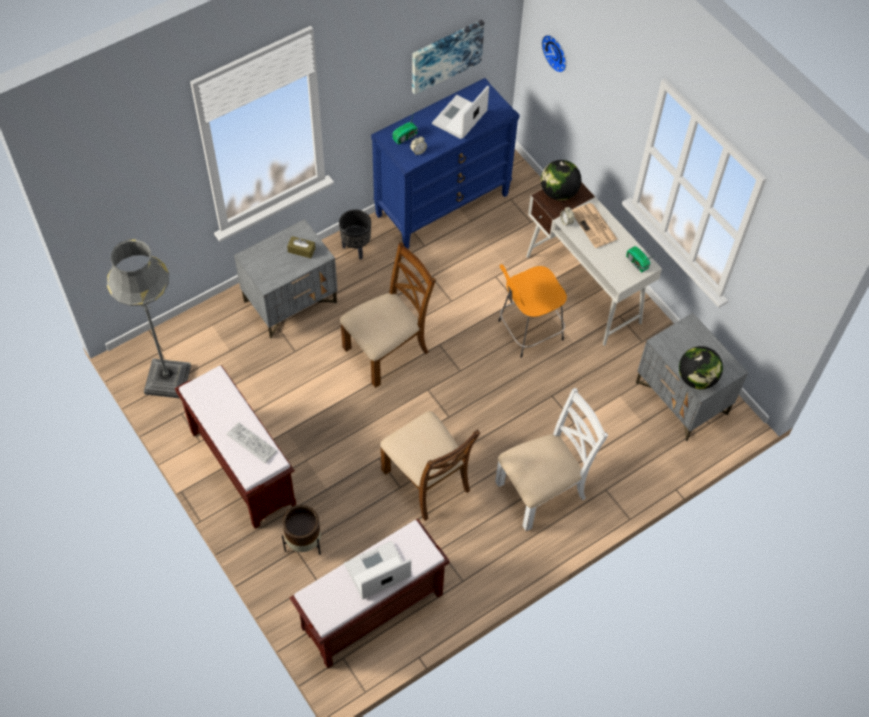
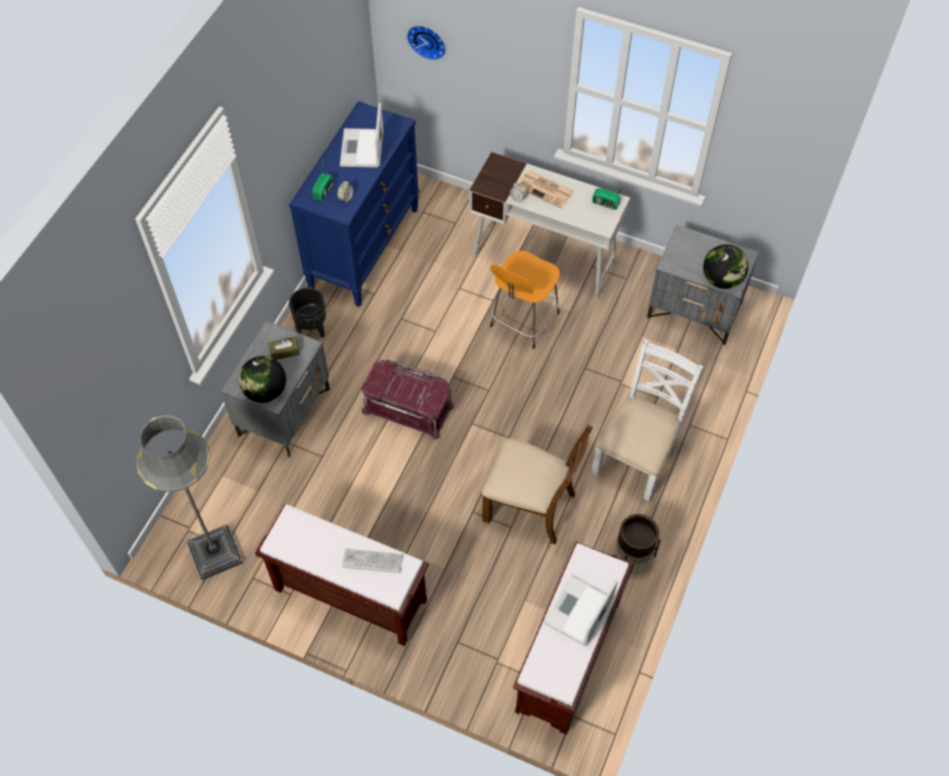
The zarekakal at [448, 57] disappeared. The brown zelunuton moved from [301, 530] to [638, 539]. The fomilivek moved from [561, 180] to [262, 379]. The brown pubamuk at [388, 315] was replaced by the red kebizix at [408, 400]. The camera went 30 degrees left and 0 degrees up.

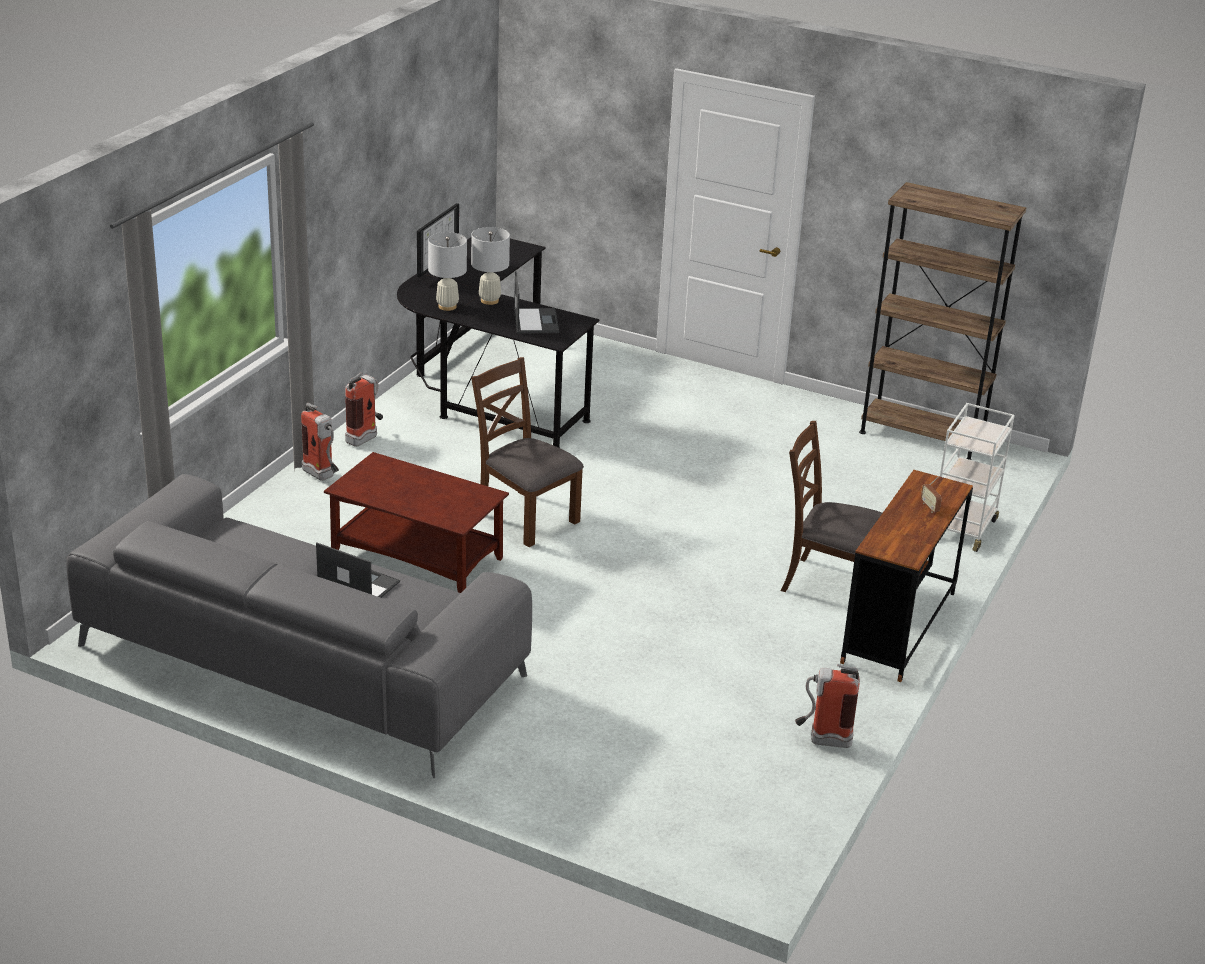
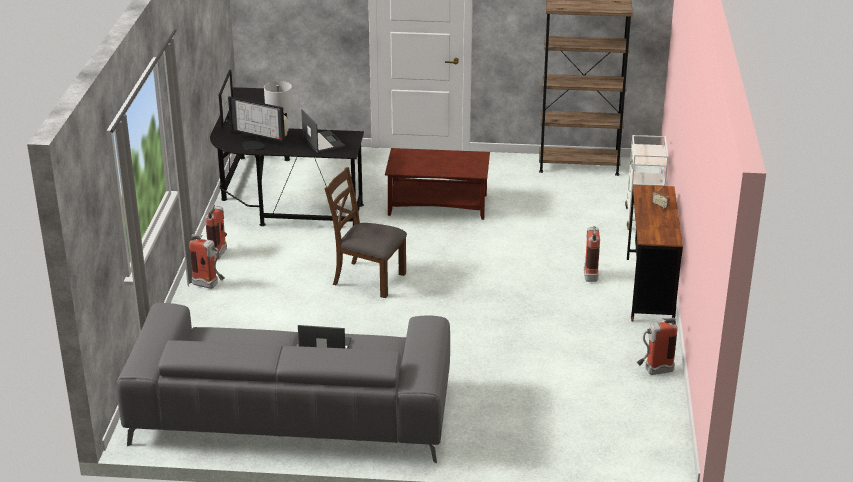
The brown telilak moved from [416, 522] to [437, 184]. The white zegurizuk at [447, 271] was replaced by the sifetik at [256, 123]. The brown pubamuk at [831, 506] was replaced by the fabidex at [592, 254]. The camera went 20 degrees left and 0 degrees up.

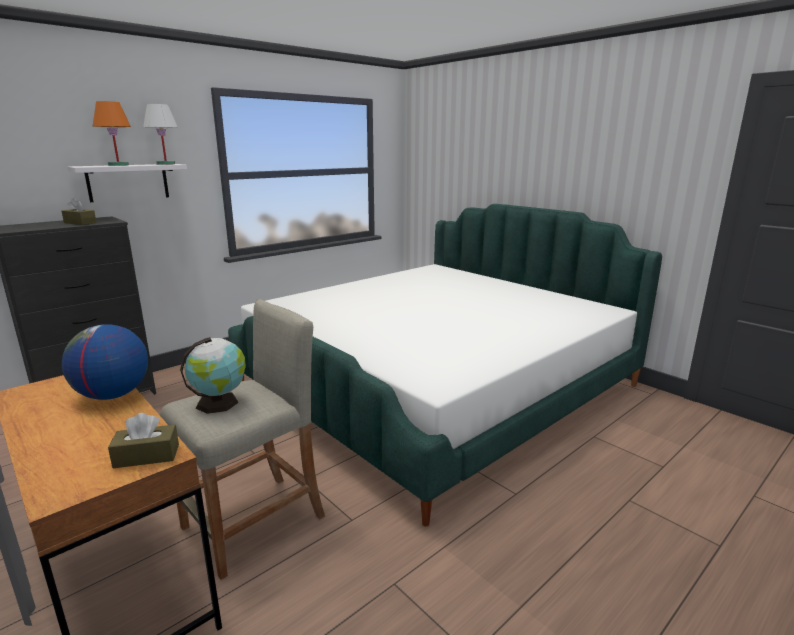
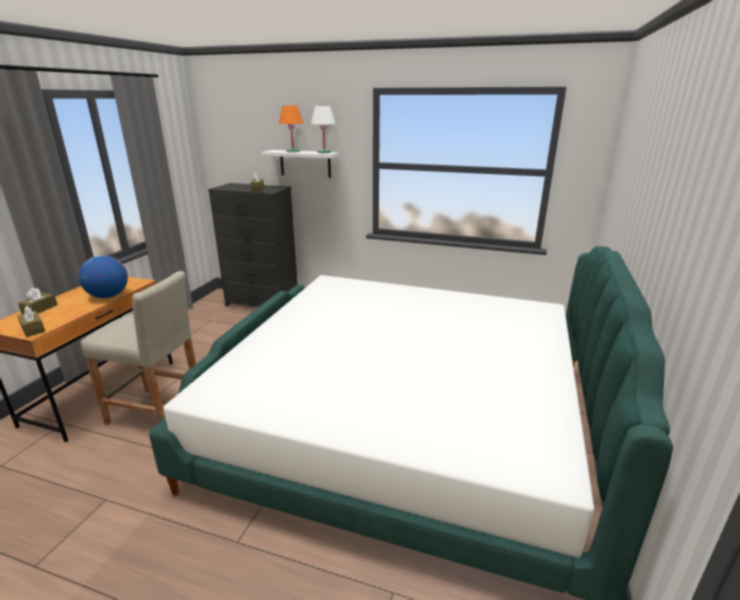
The fomilivek at [213, 375] disappeared. The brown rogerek at [37, 301] appeared. The camera went 60 degrees right and 5 degrees up.

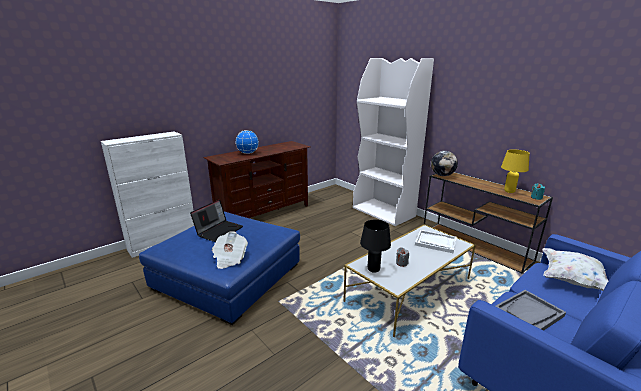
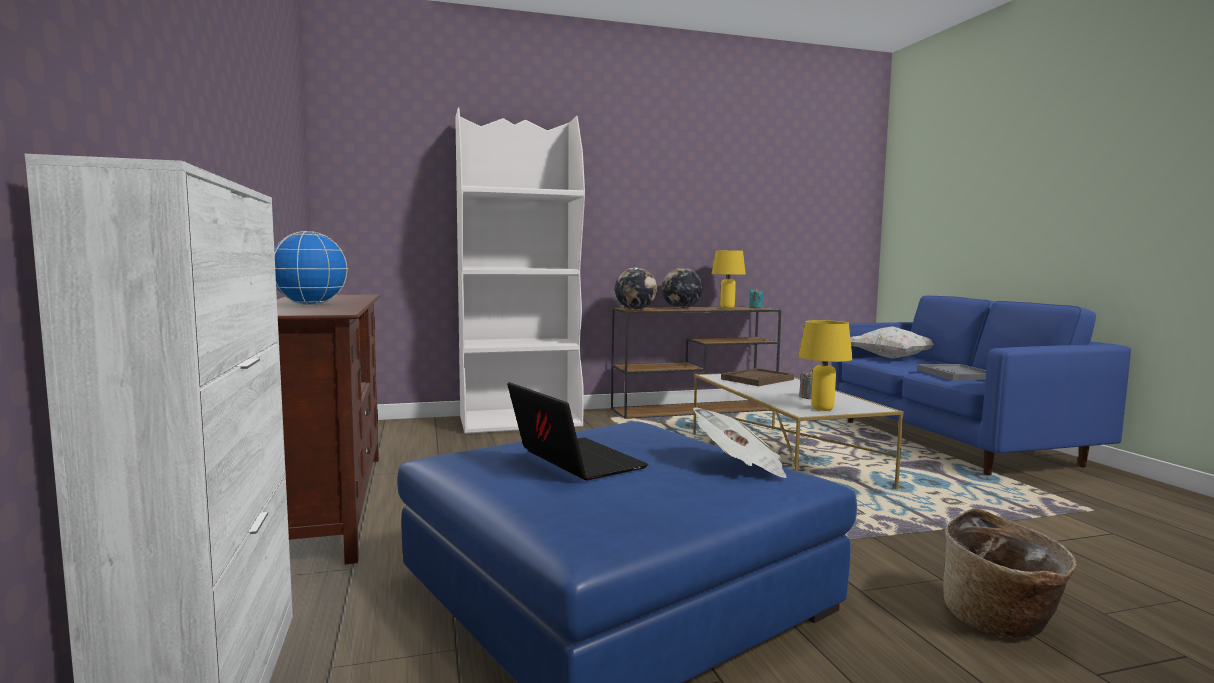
The fomilivek at [682, 288] appeared. The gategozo at [1009, 572] appeared. The black zegurizuk at [375, 246] became the yellow zegurizuk at [825, 365]. The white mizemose at [436, 242] became the brown mizemose at [757, 377]. The camera went 65 degrees left and 15 degrees down.

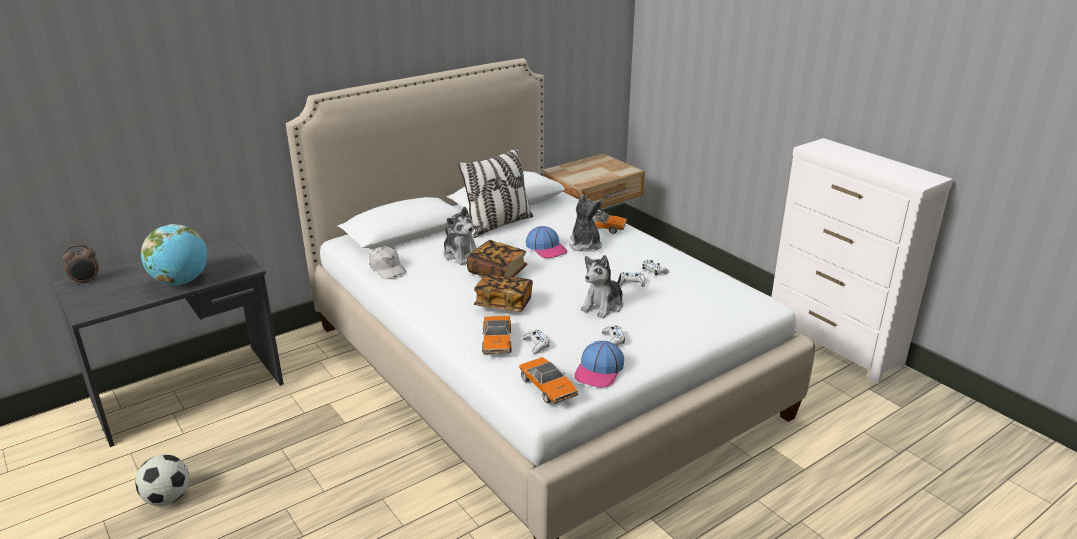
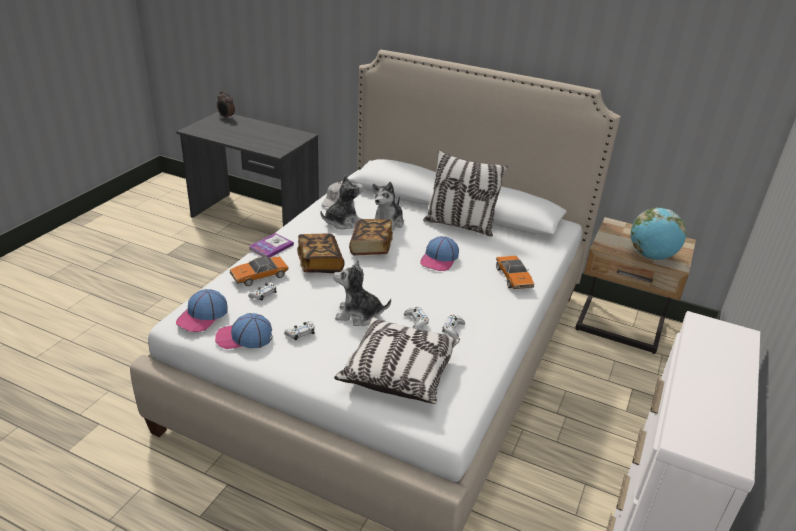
The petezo at [162, 480] disappeared. The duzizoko at [271, 245] appeared. The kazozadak at [397, 360] appeared. The fomilivek moved from [174, 254] to [658, 234]. The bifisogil moved from [585, 222] to [342, 202]. The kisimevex at [548, 380] was replaced by the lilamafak at [202, 310]. The camera went 60 degrees right and 5 degrees up.

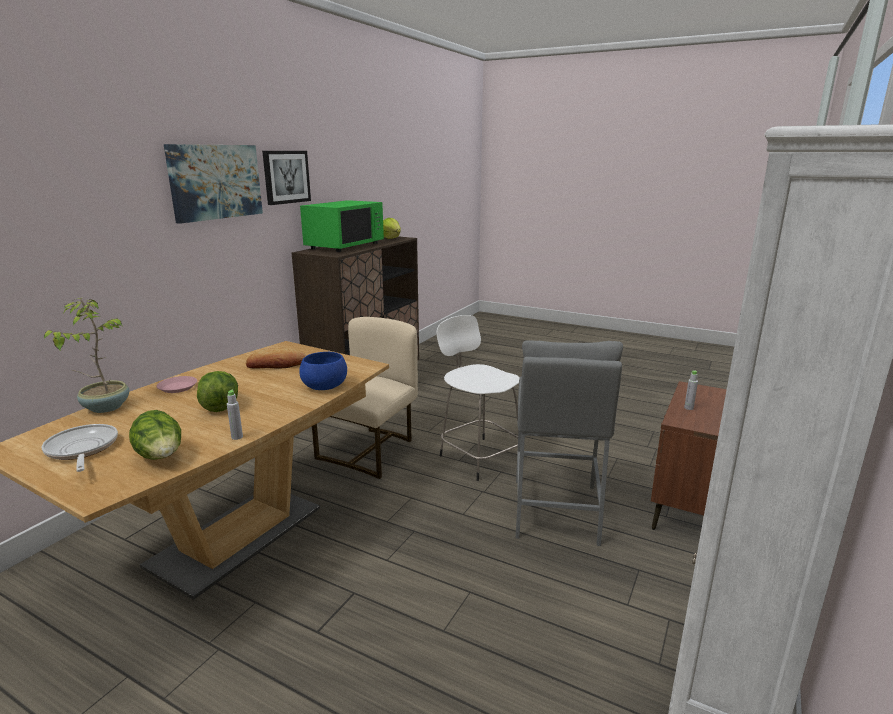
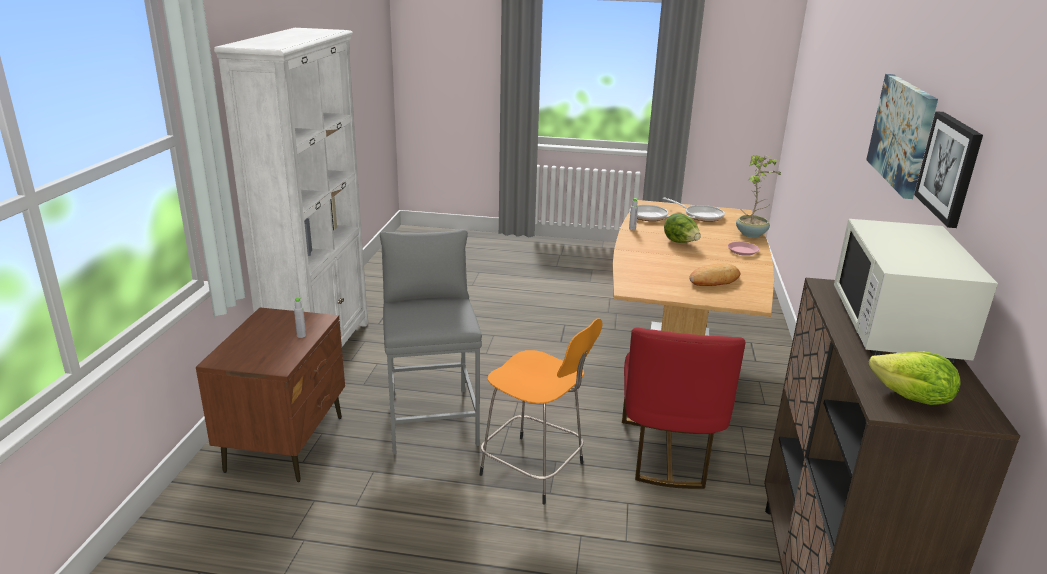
The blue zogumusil at [323, 371] disappeared. The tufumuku at [155, 435] was replaced by the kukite at [663, 213]. The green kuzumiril at [342, 226] became the white kuzumiril at [916, 291]. The beige pubamuk at [365, 398] became the red pubamuk at [684, 408]. The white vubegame at [478, 398] became the orange vubegame at [540, 411]. The camera went 160 degrees right and 5 degrees up.

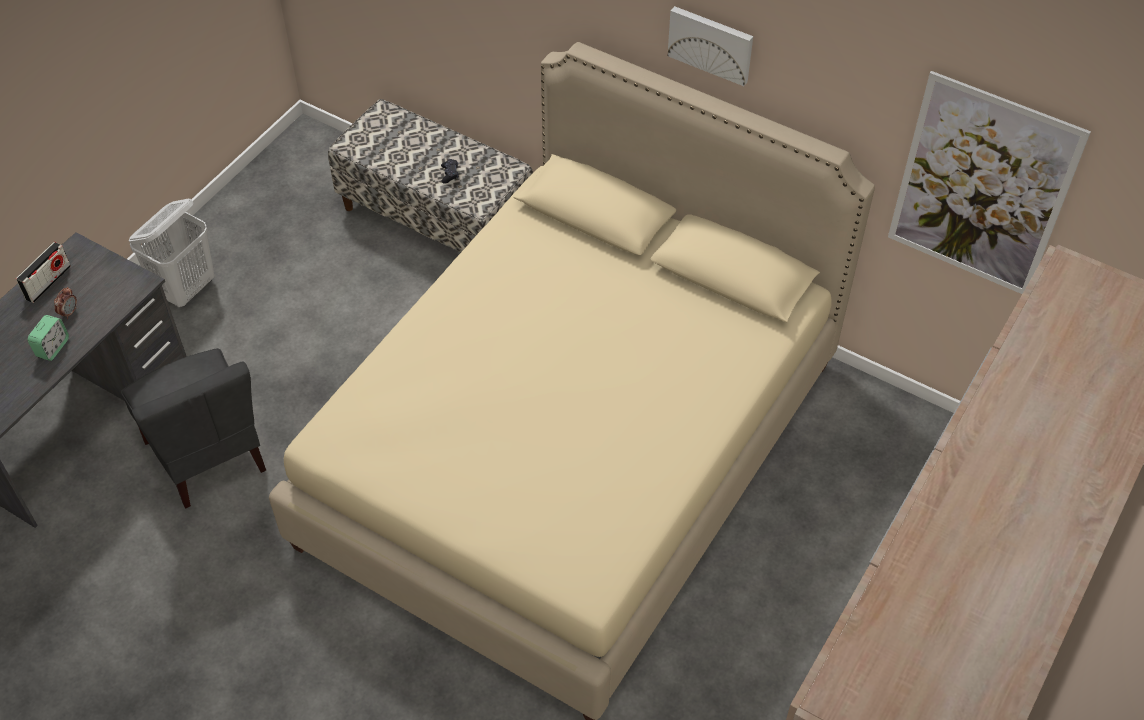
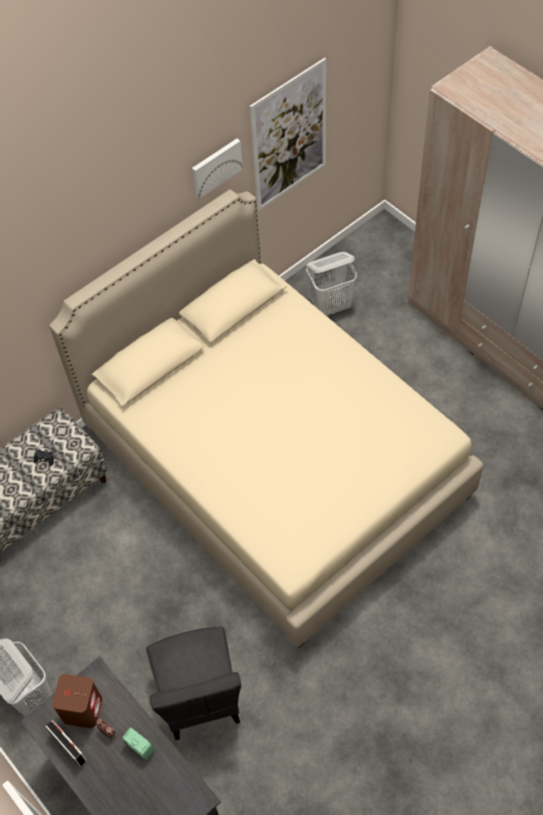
The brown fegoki at [77, 701] appeared. The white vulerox at [331, 284] appeared. The zarekakal moved from [710, 46] to [217, 169]. The grey pubamuk at [193, 428] turned 90 degrees clockwise. The camera went 70 degrees left and 5 degrees up.

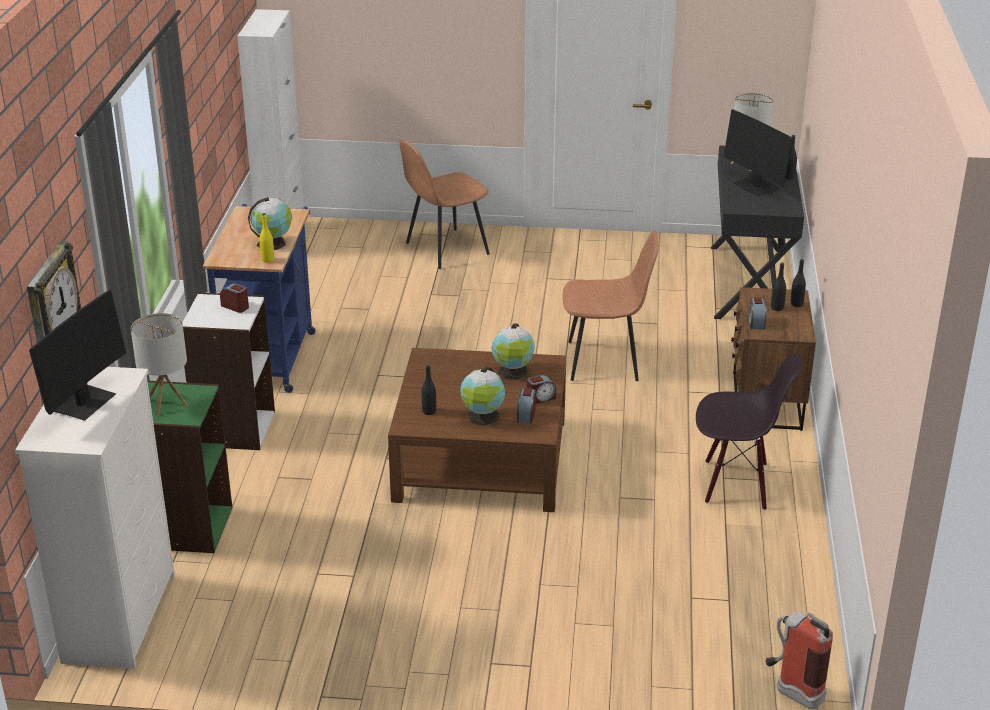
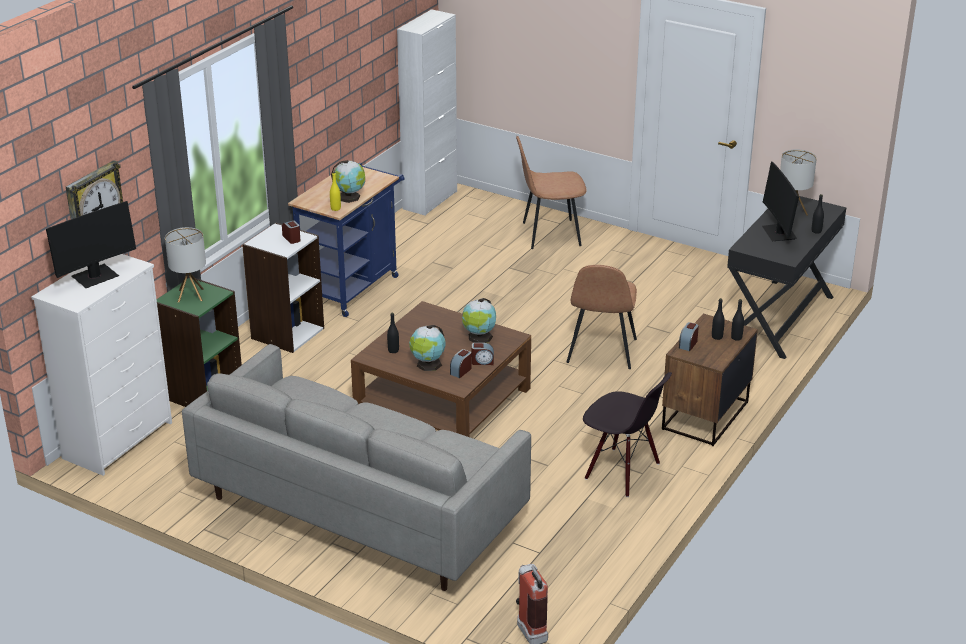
The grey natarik at [356, 467] appeared. The brown pubamuk at [611, 305] turned 75 degrees clockwise. The camera went 25 degrees right and 0 degrees up.

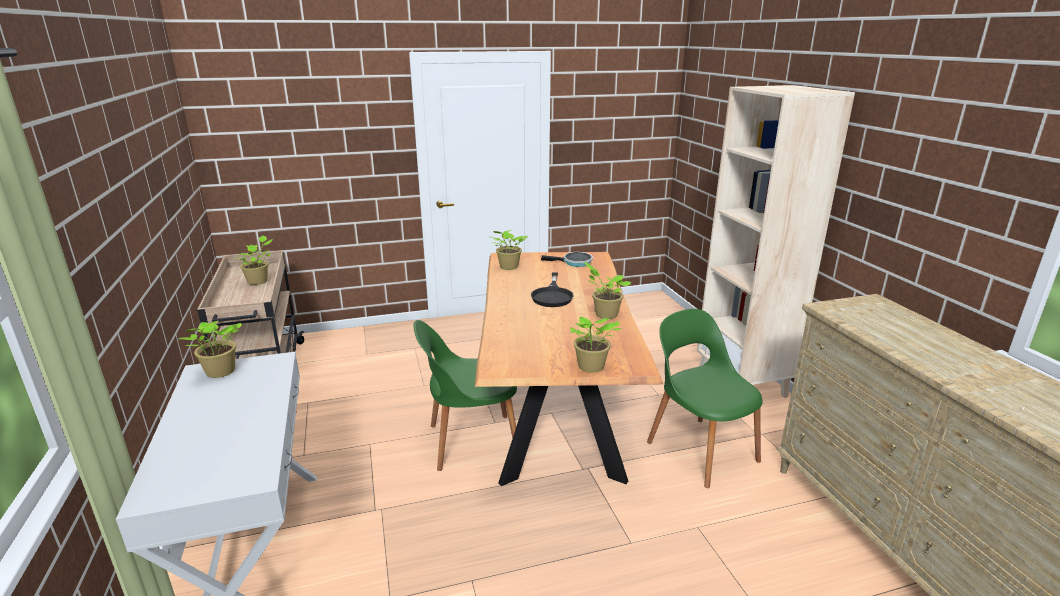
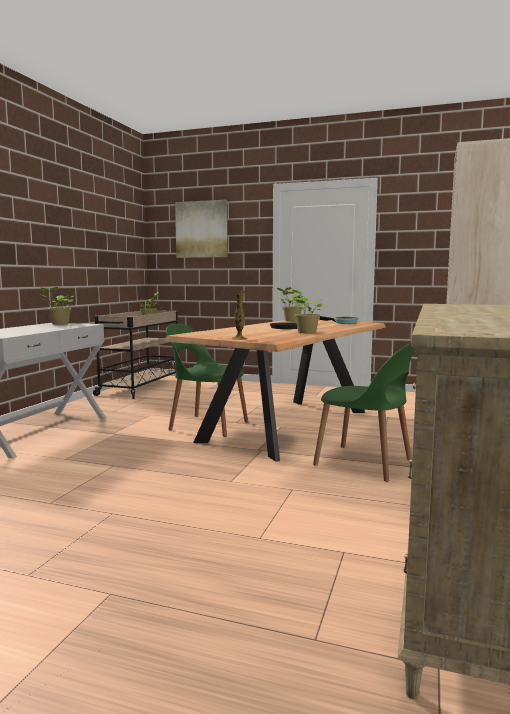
The zarekakal at [201, 229] appeared. The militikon at [595, 344] was replaced by the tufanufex at [239, 315]. The green pubamuk at [705, 398] turned 120 degrees clockwise. The camera went 35 degrees right and 15 degrees down.

